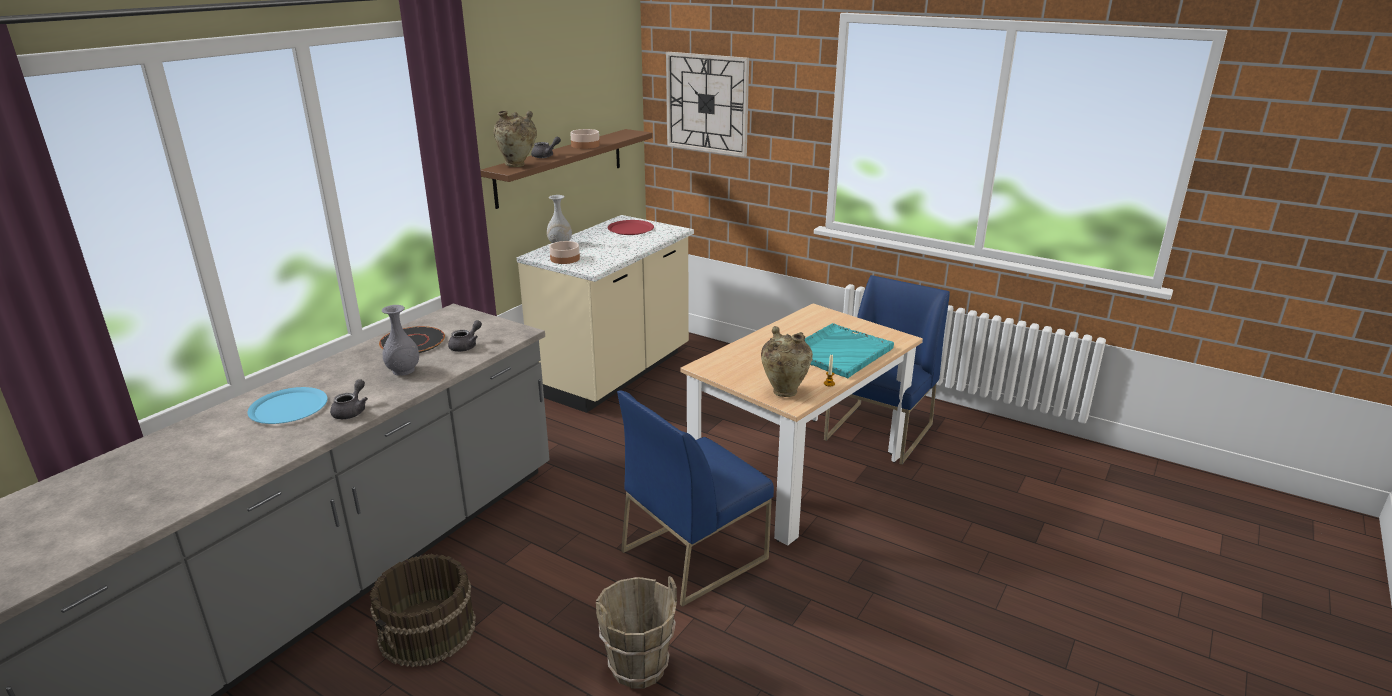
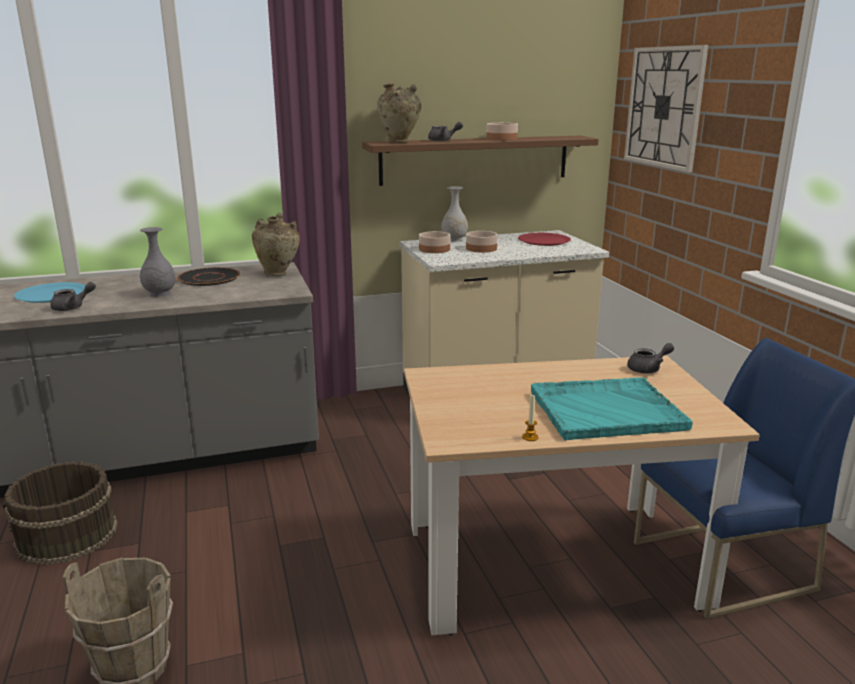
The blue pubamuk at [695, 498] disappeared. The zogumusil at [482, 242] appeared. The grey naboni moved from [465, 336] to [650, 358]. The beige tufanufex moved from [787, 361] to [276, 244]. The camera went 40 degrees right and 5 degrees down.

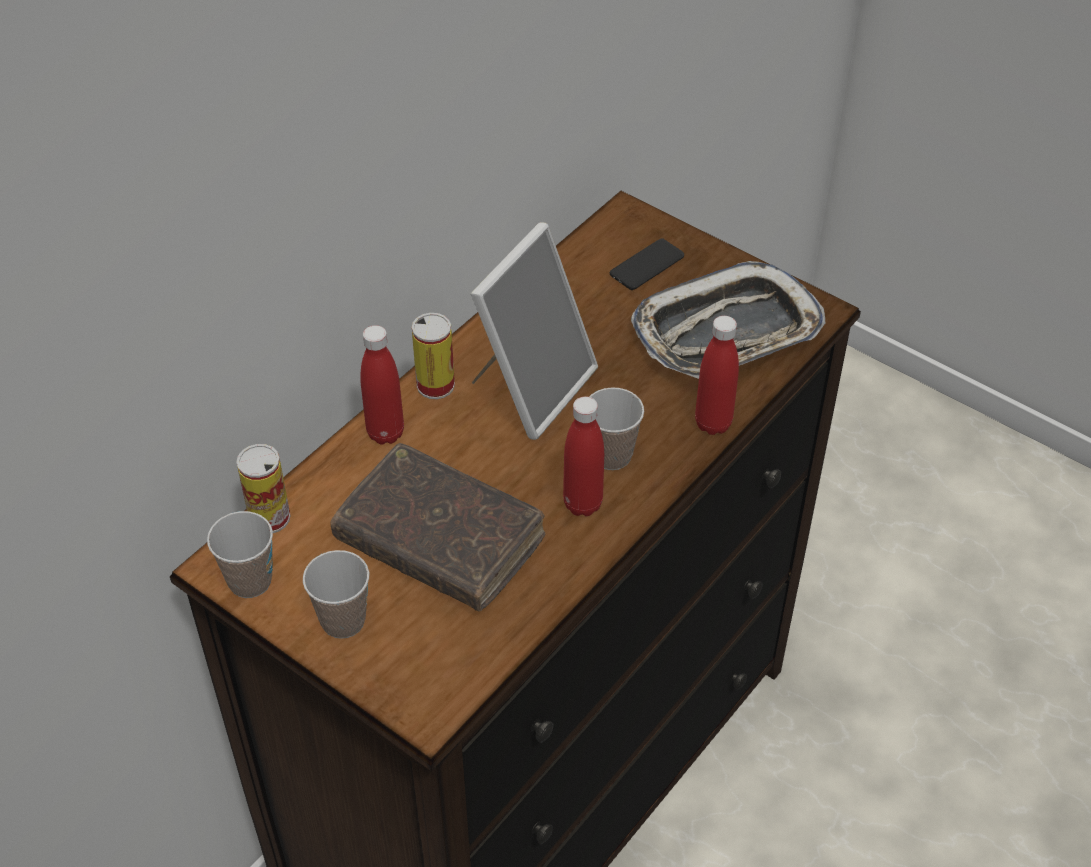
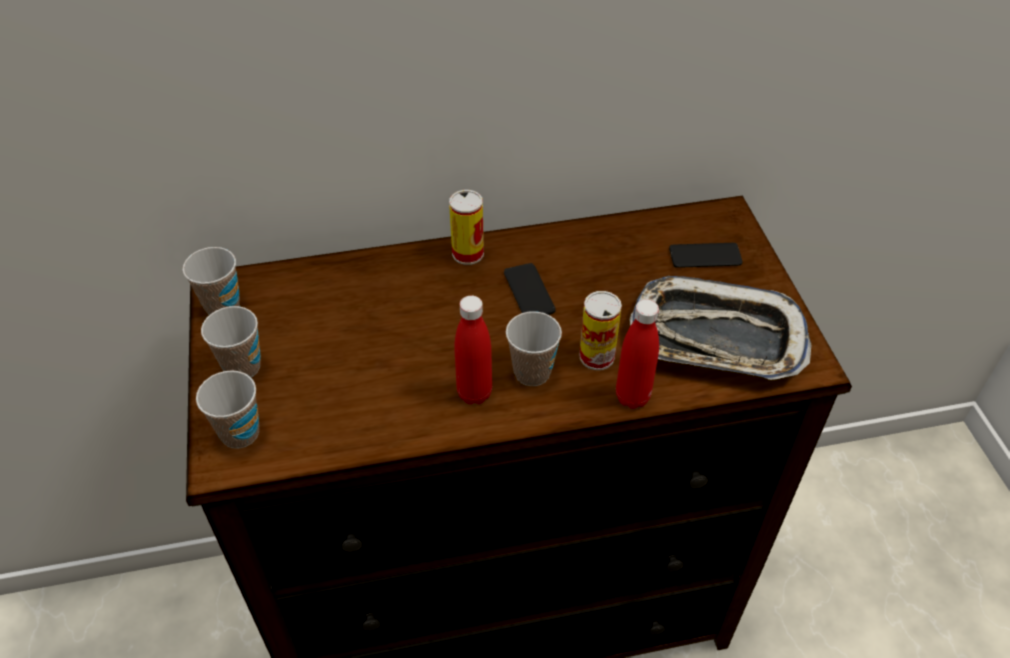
The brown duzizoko at [438, 527] disappeared. The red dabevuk at [382, 385] disappeared. The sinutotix at [228, 409] appeared. The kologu moved from [263, 488] to [600, 330]. The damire at [534, 331] was replaced by the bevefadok at [530, 289]. The camera went 40 degrees right and 0 degrees up.

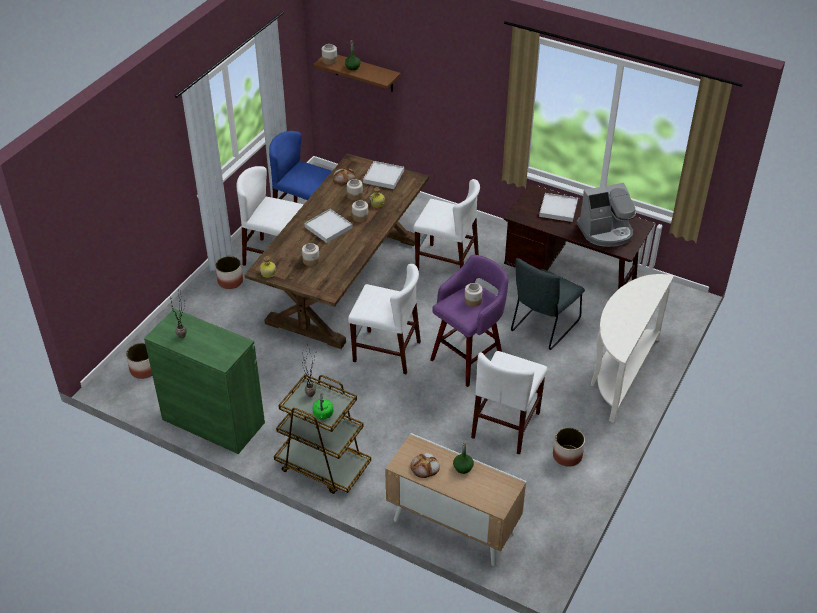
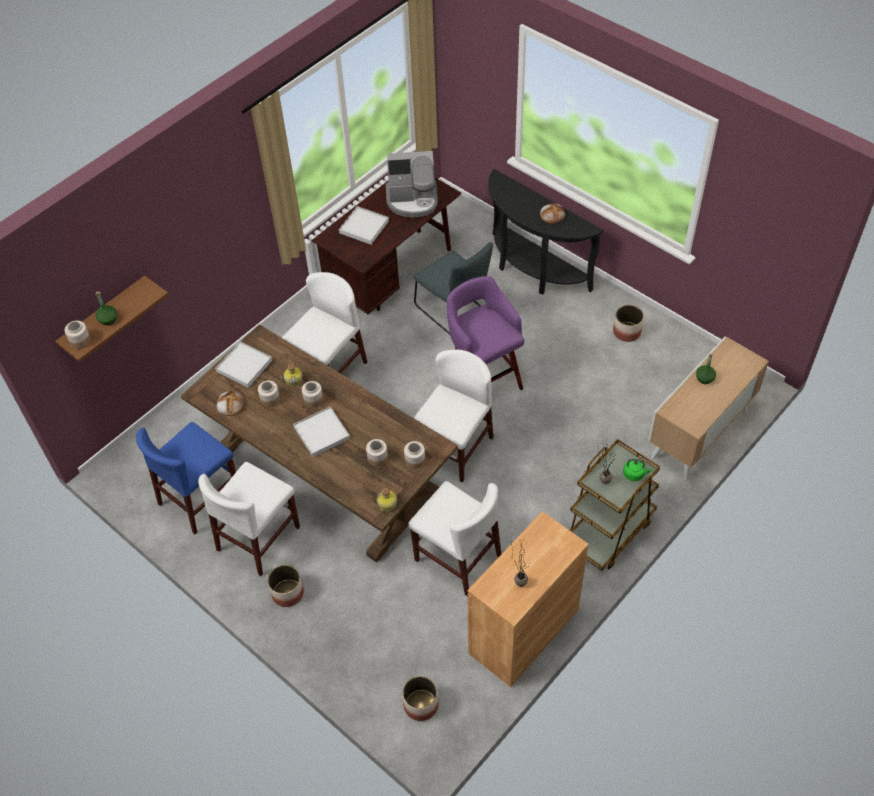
The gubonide moved from [425, 465] to [552, 213]. The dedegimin moved from [473, 295] to [414, 455]. The white pubamuk moved from [509, 403] to [454, 538]. The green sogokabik at [204, 381] became the brown sogokabik at [528, 599]. The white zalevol at [632, 348] became the black zalevol at [546, 232]. The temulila at [606, 215] turned 90 degrees clockwise. The camera went 75 degrees left and 10 degrees up.

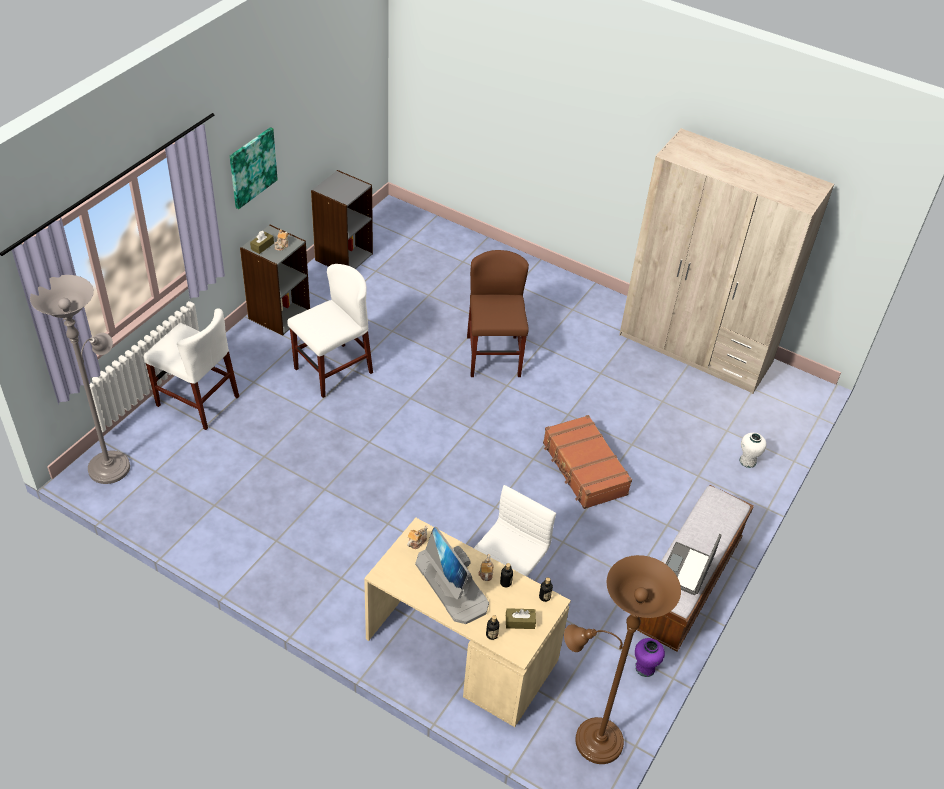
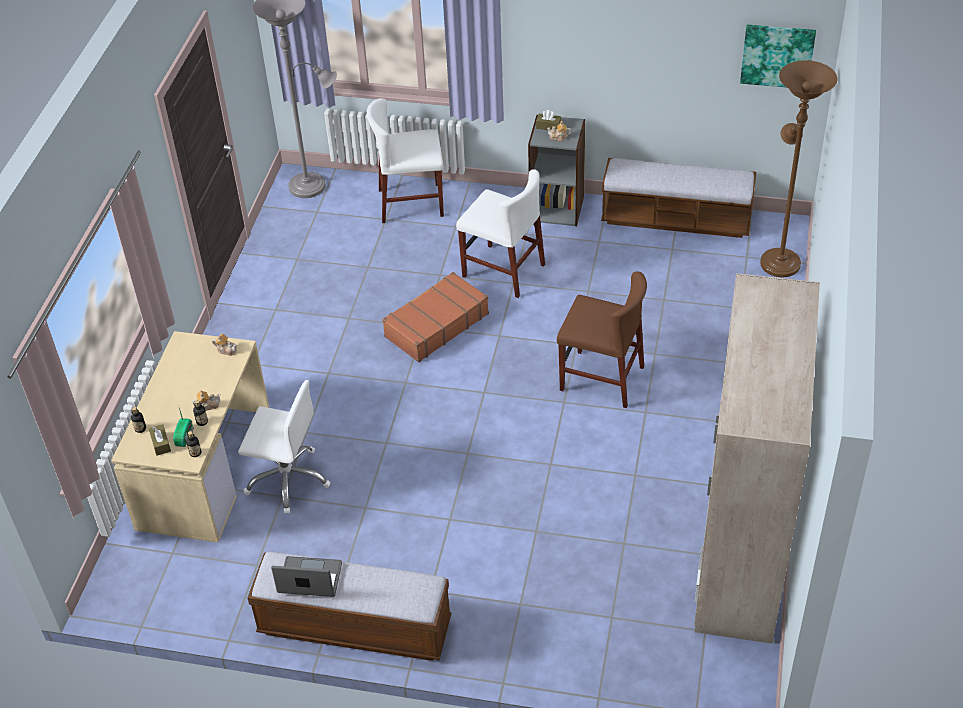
The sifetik at [452, 575] disappeared. The purple tufanufex at [650, 657] disappeared. The white tufanufex at [752, 450] disappeared. The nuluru at [183, 426] appeared. The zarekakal moved from [254, 168] to [778, 56]. The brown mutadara moved from [587, 462] to [435, 317]. The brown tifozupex moved from [622, 659] to [799, 168]. The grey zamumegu at [342, 219] was replaced by the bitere at [678, 198]. The white pubamuk at [191, 369] turned 75 degrees clockwise. The brown pubamuk at [498, 313] turned 45 degrees clockwise. The camera went 75 degrees right and 0 degrees up.

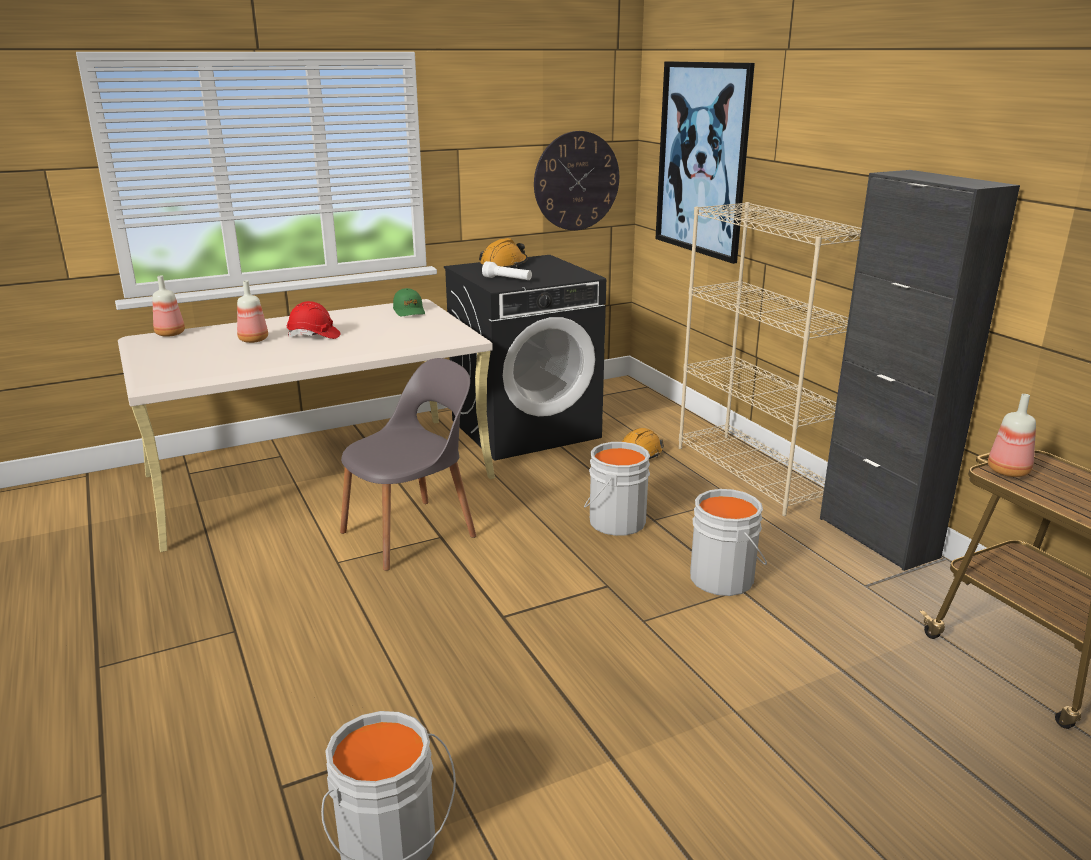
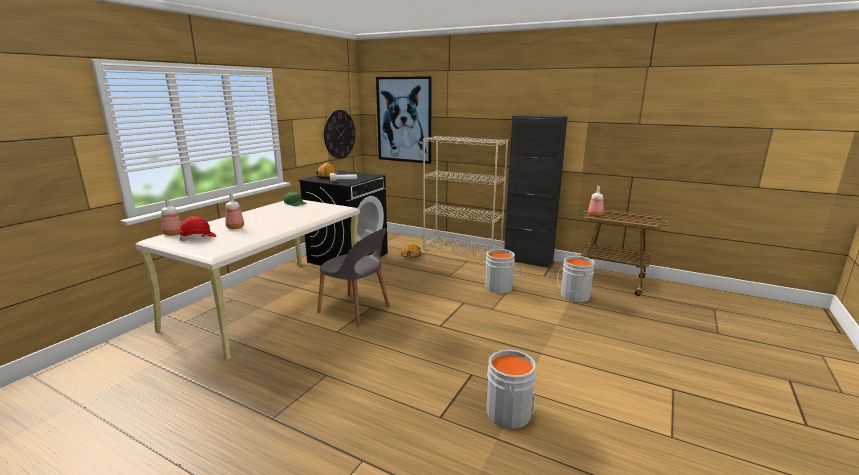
The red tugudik moved from [314, 320] to [197, 229]. The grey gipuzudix moved from [617, 489] to [576, 279]. The grey pubamuk at [408, 464] turned 105 degrees clockwise. The camera went 35 degrees left and 5 degrees down.

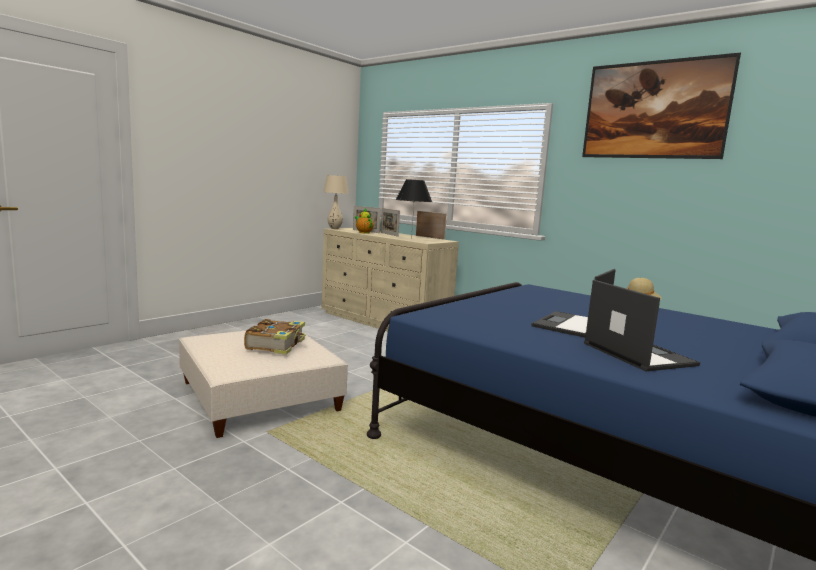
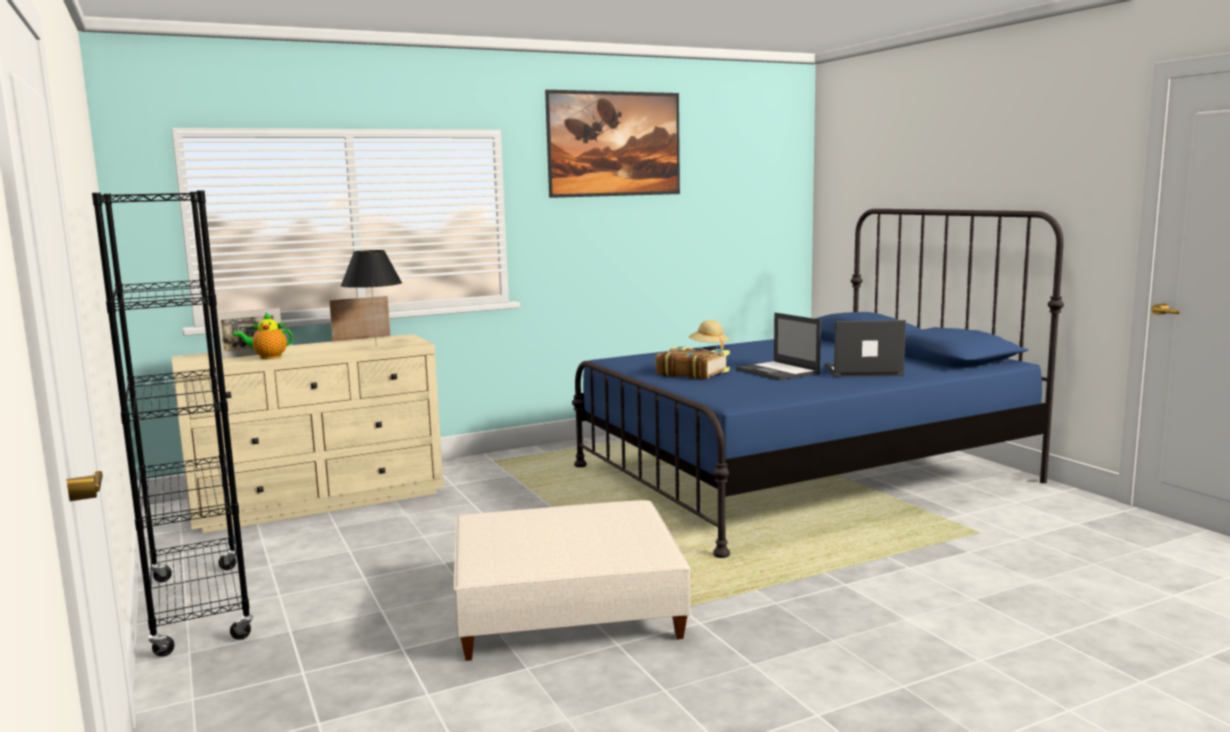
The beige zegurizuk at [336, 202] disappeared. The damire at [390, 222] disappeared. The black zamumegu at [172, 423] appeared. The duzizoko moved from [275, 337] to [693, 363]. The camera went 65 degrees left and 0 degrees up.

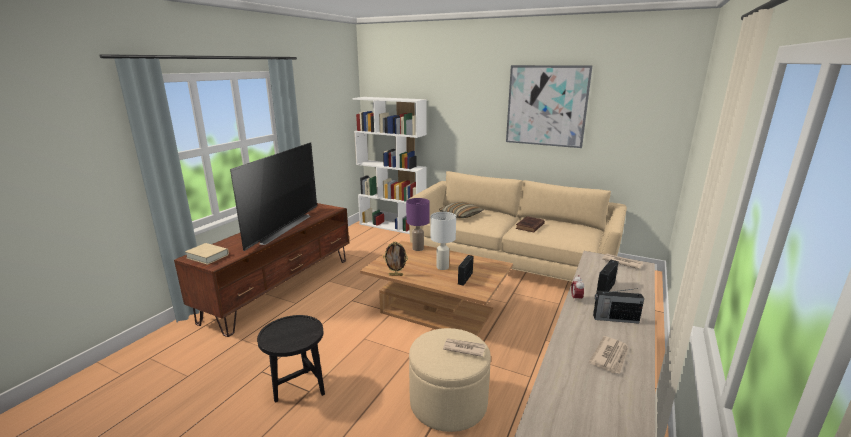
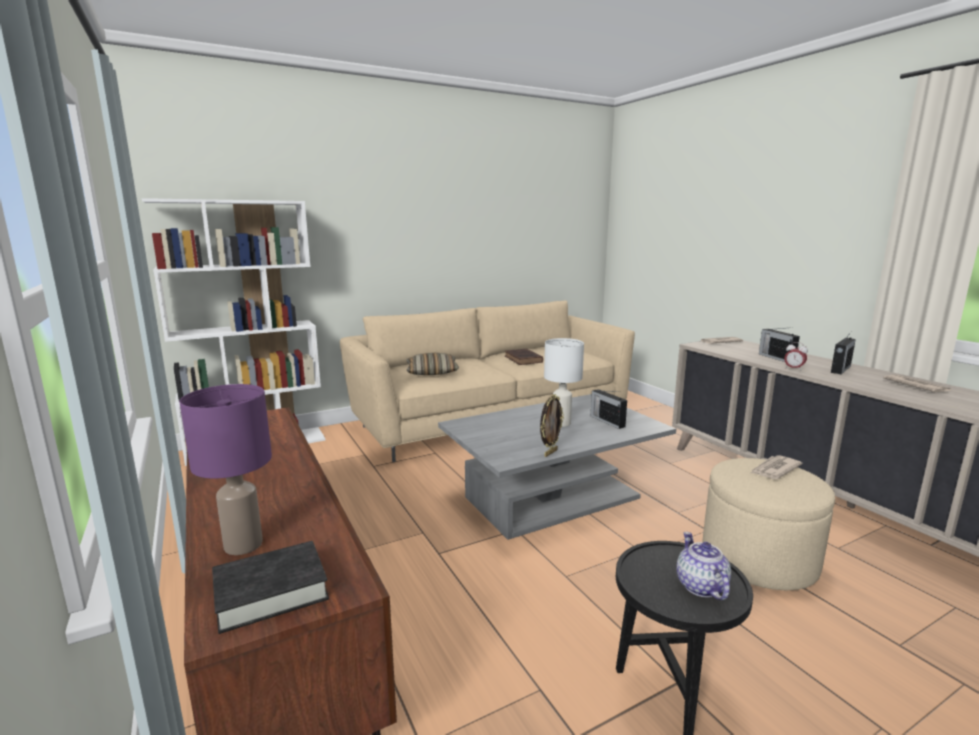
The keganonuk at [273, 196] disappeared. The zarekakal at [549, 106] disappeared. The naboni at [704, 566] appeared. The purple zegurizuk moved from [417, 224] to [225, 469]. The beige duzizoko at [207, 254] became the black duzizoko at [270, 587]. The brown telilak at [436, 288] became the grey telilak at [557, 467]. The camera went 55 degrees left and 5 degrees down.

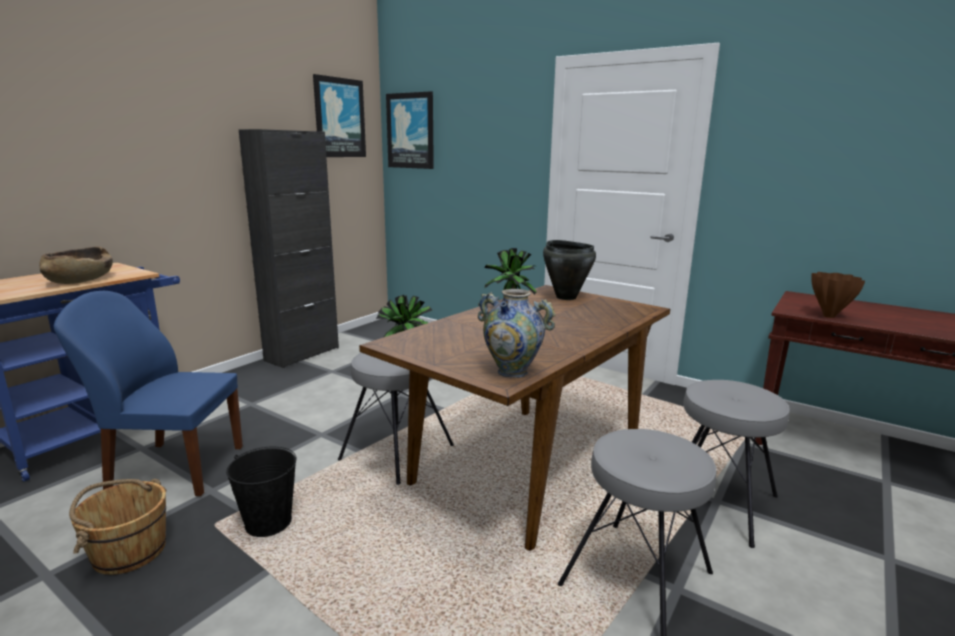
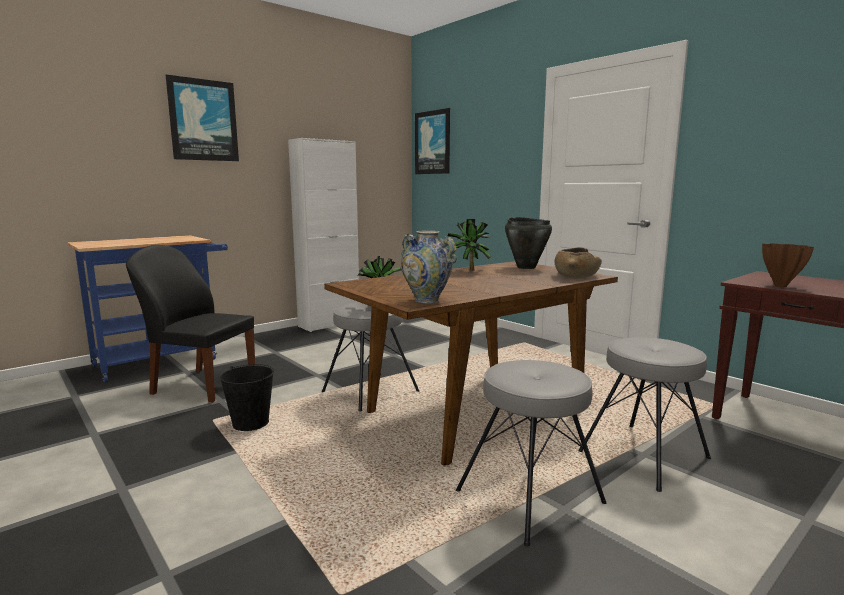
The brown gipuzudix at [117, 527] disappeared. The brown zogumusil moved from [76, 265] to [578, 262]. The zarekakal moved from [339, 115] to [202, 117]. The blue pubamuk at [148, 393] became the black pubamuk at [190, 324]. The black sogokabik at [289, 248] became the white sogokabik at [323, 235]. The camera went 15 degrees right and 5 degrees down.

